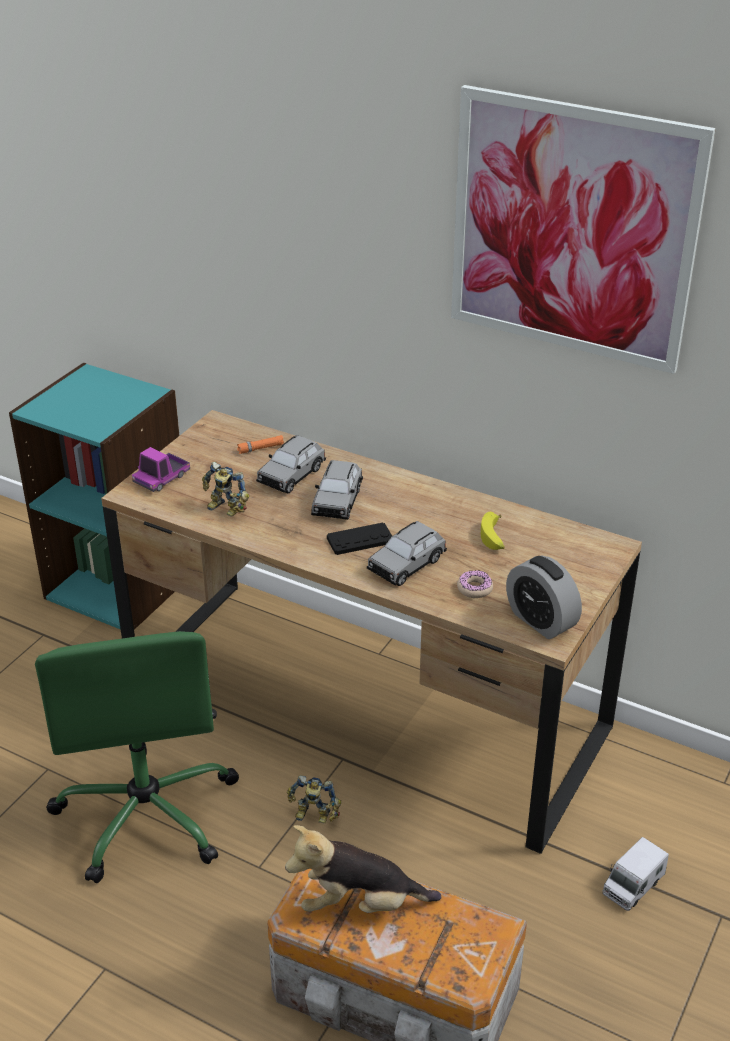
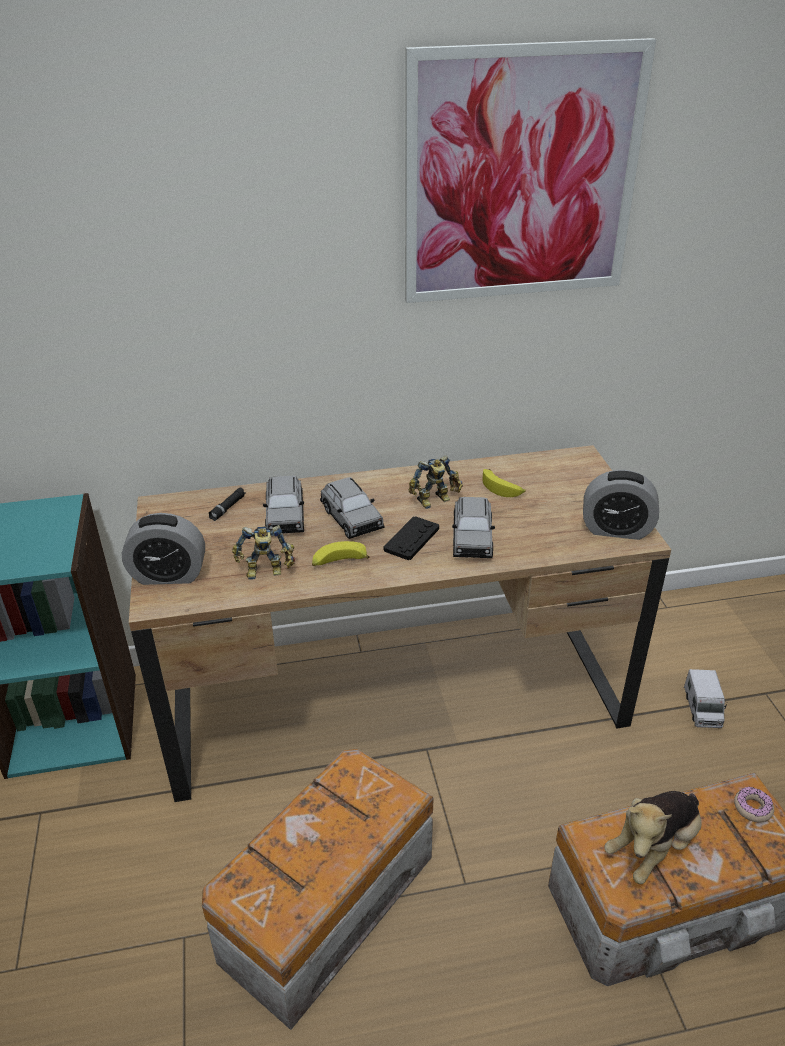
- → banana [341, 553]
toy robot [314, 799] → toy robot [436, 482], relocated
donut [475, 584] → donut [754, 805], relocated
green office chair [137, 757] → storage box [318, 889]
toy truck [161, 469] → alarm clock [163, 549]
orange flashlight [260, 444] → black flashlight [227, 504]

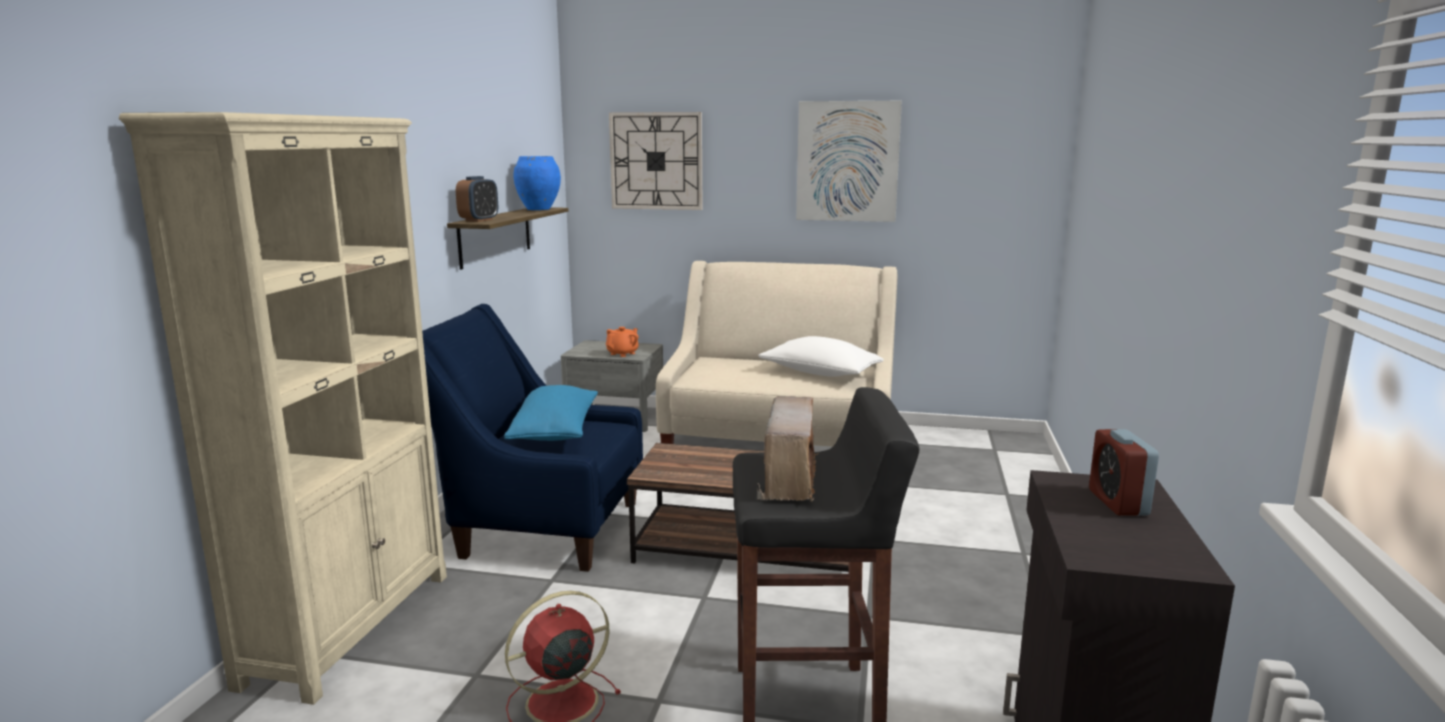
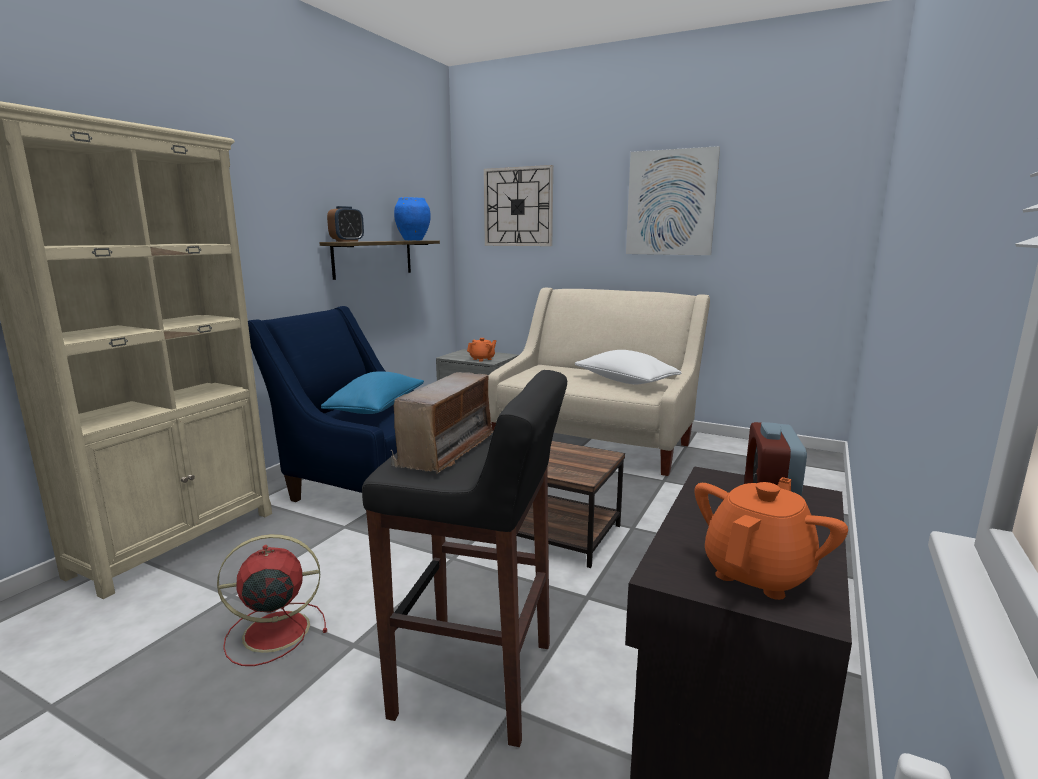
- → orange teapot [771, 538]

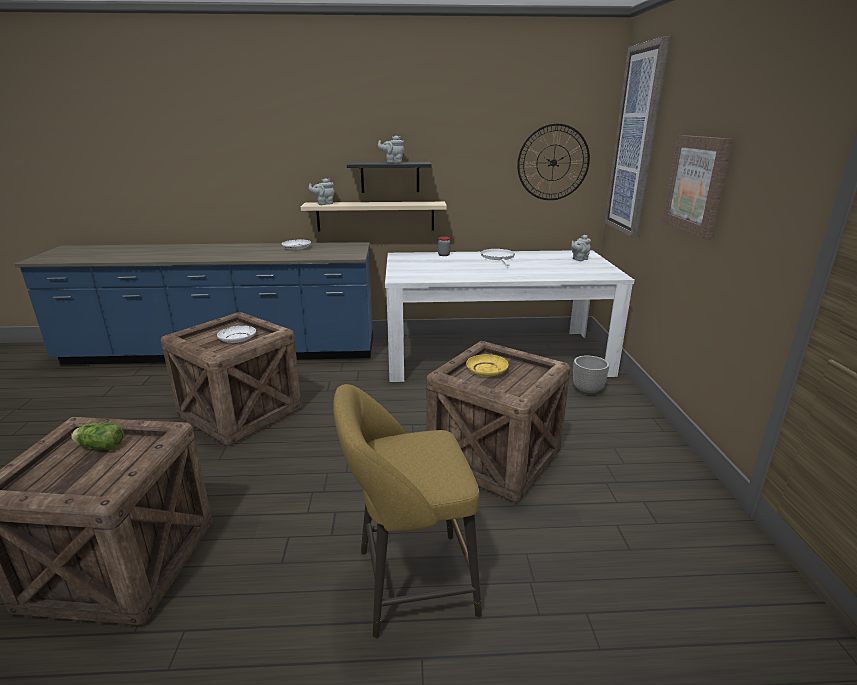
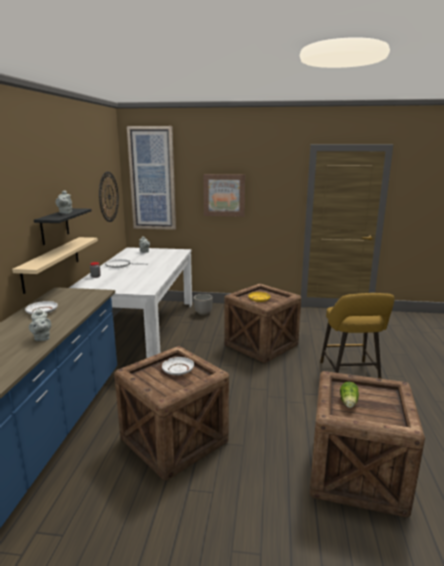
grey teapot [321, 191] → grey teapot [40, 324], relocated

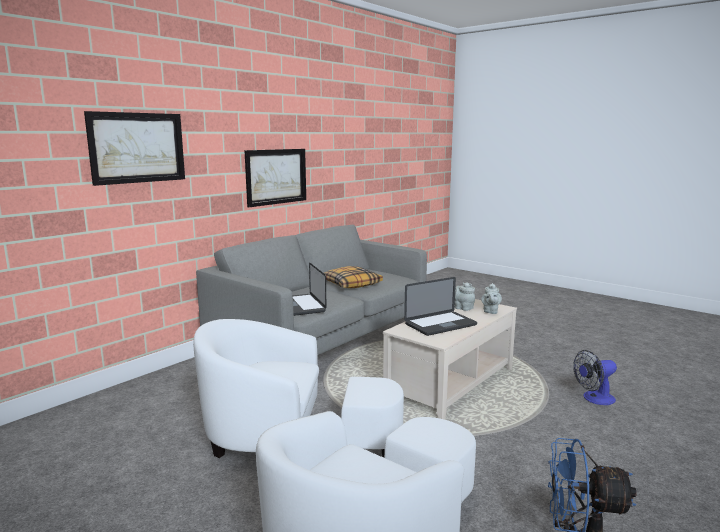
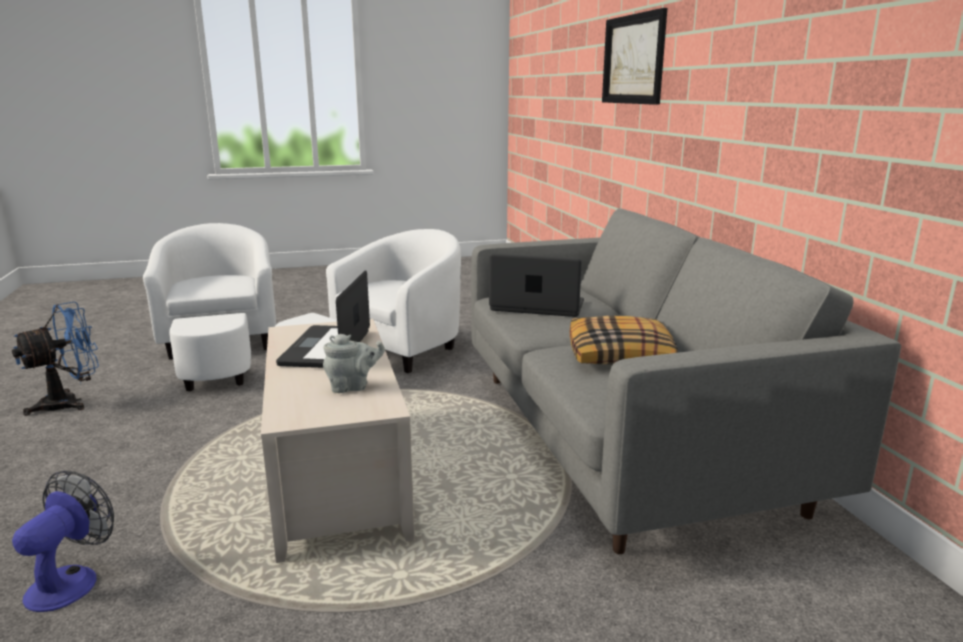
picture [275, 178] → -
grey teapot [491, 298] → -

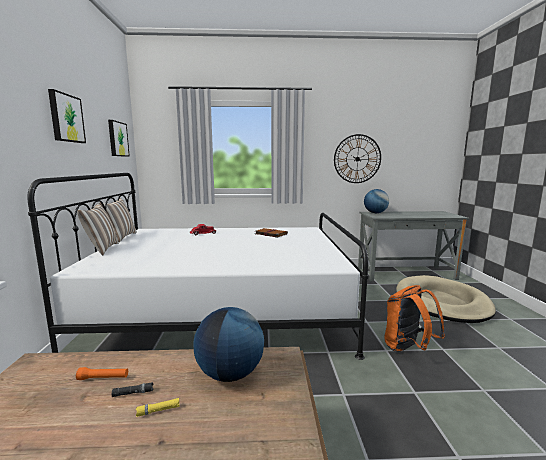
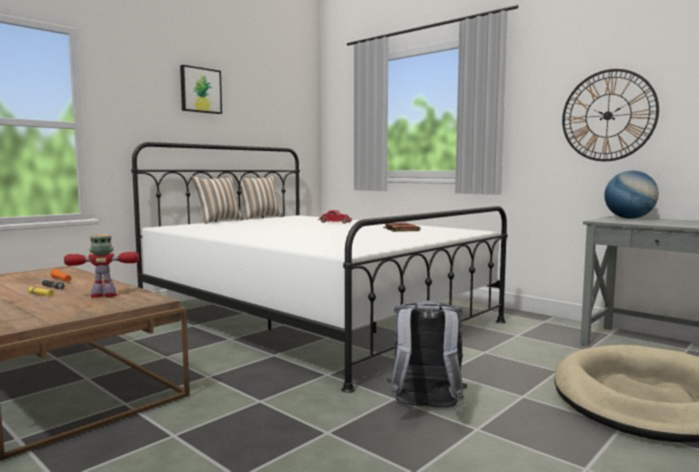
picture [119, 138] → -
globe [229, 344] → toy robot [101, 266]
orange backpack [414, 318] → grey backpack [427, 354]

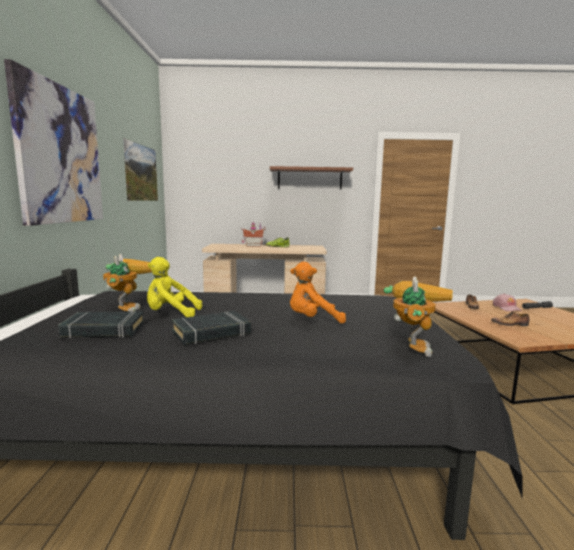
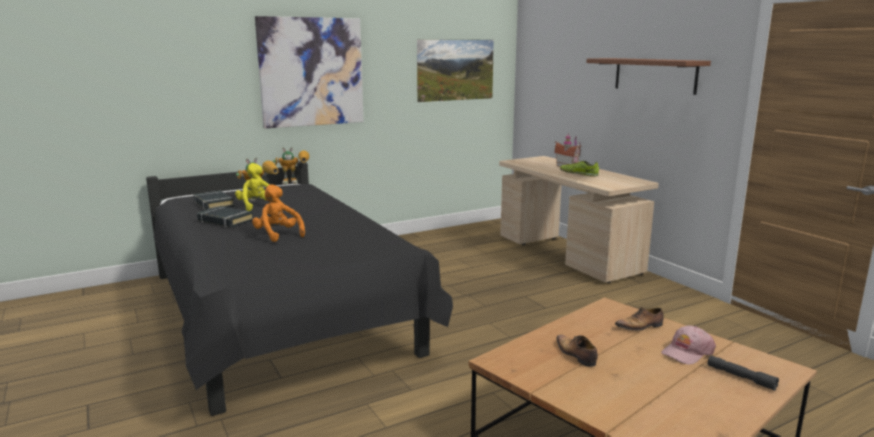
toy robot [418, 316] → toy robot [291, 166], relocated

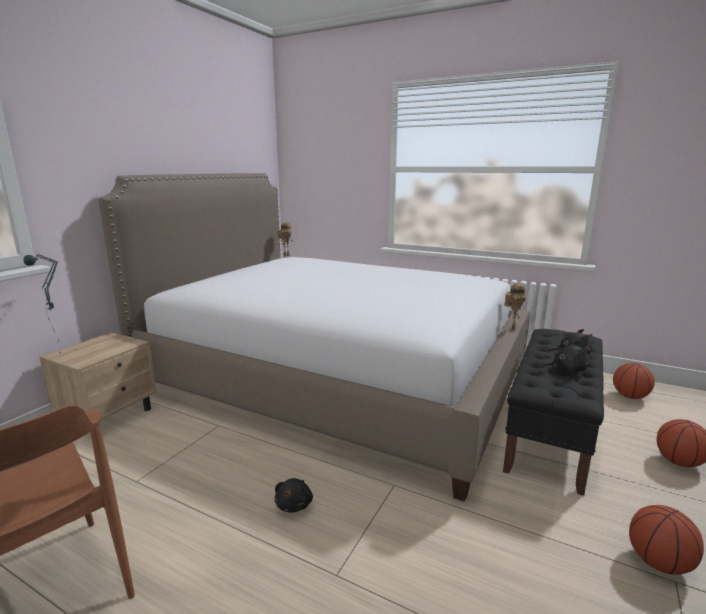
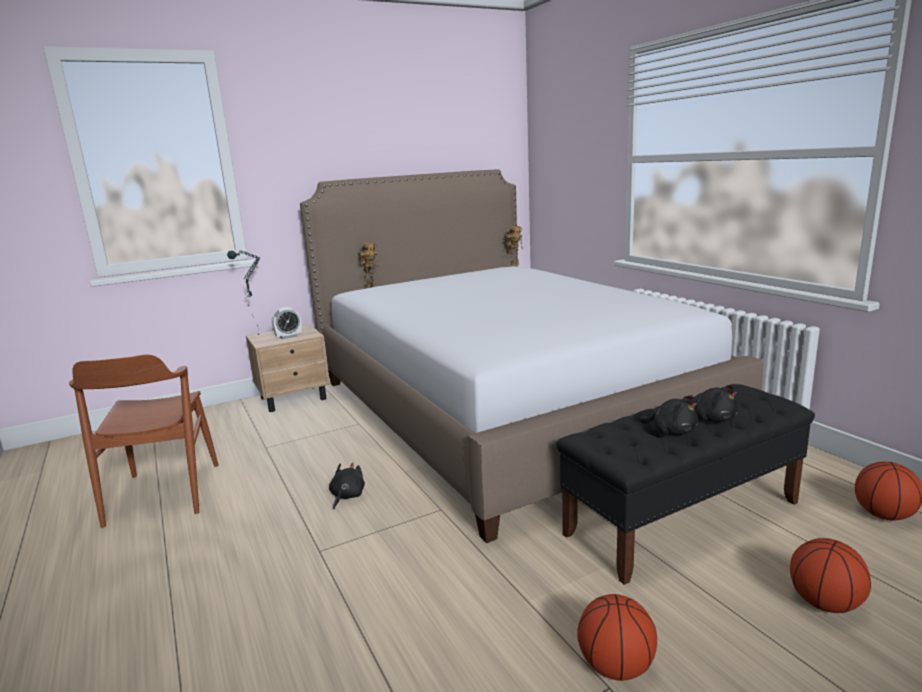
- → alarm clock [287, 323]
toy robot [515, 307] → toy robot [369, 264], relocated
black plush toy [294, 495] → black plush toy [347, 485], 150 degrees clockwise

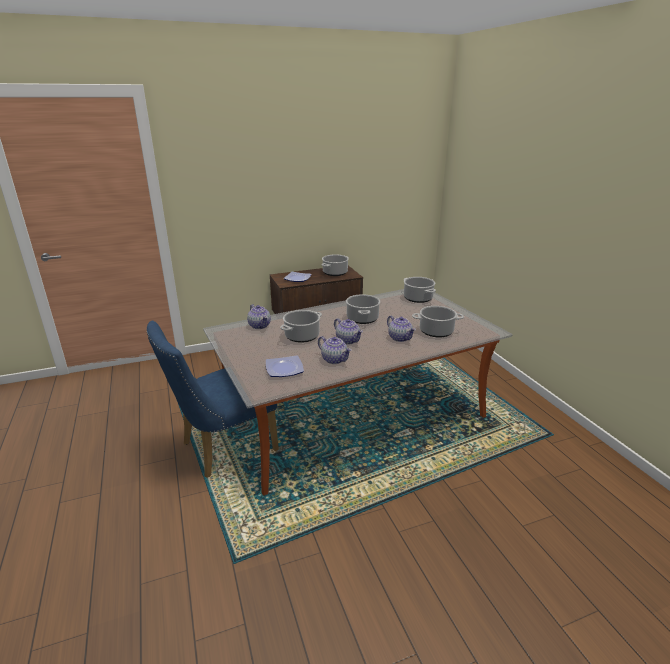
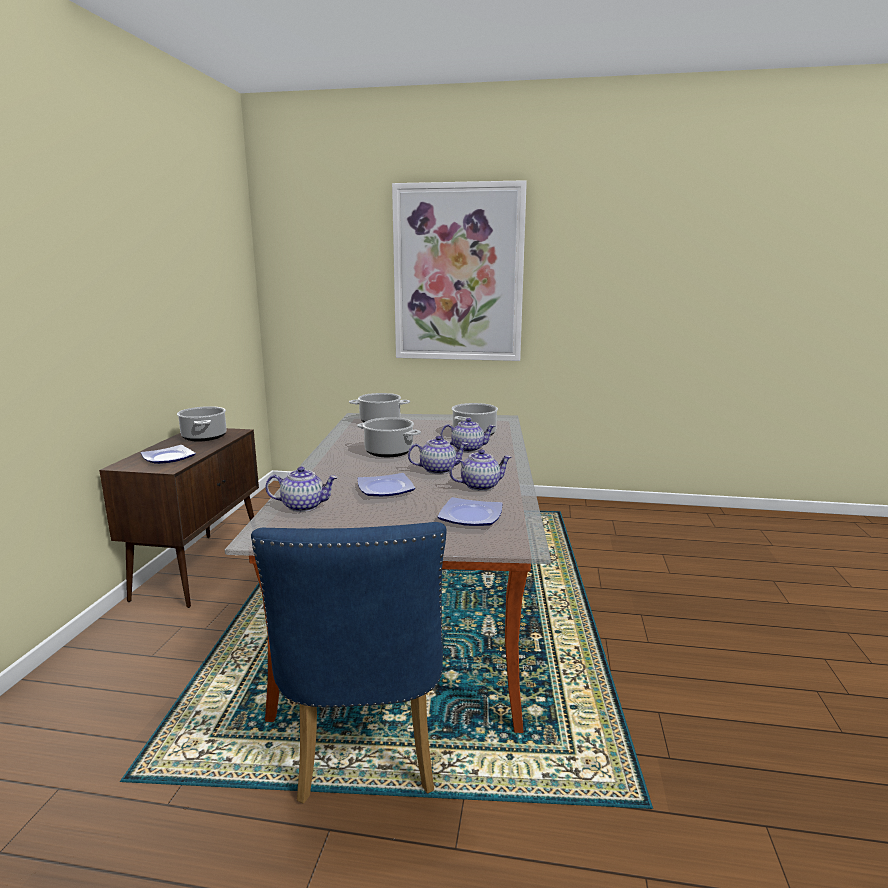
- → picture [459, 270]
cooking pot [301, 326] → plate [386, 484]

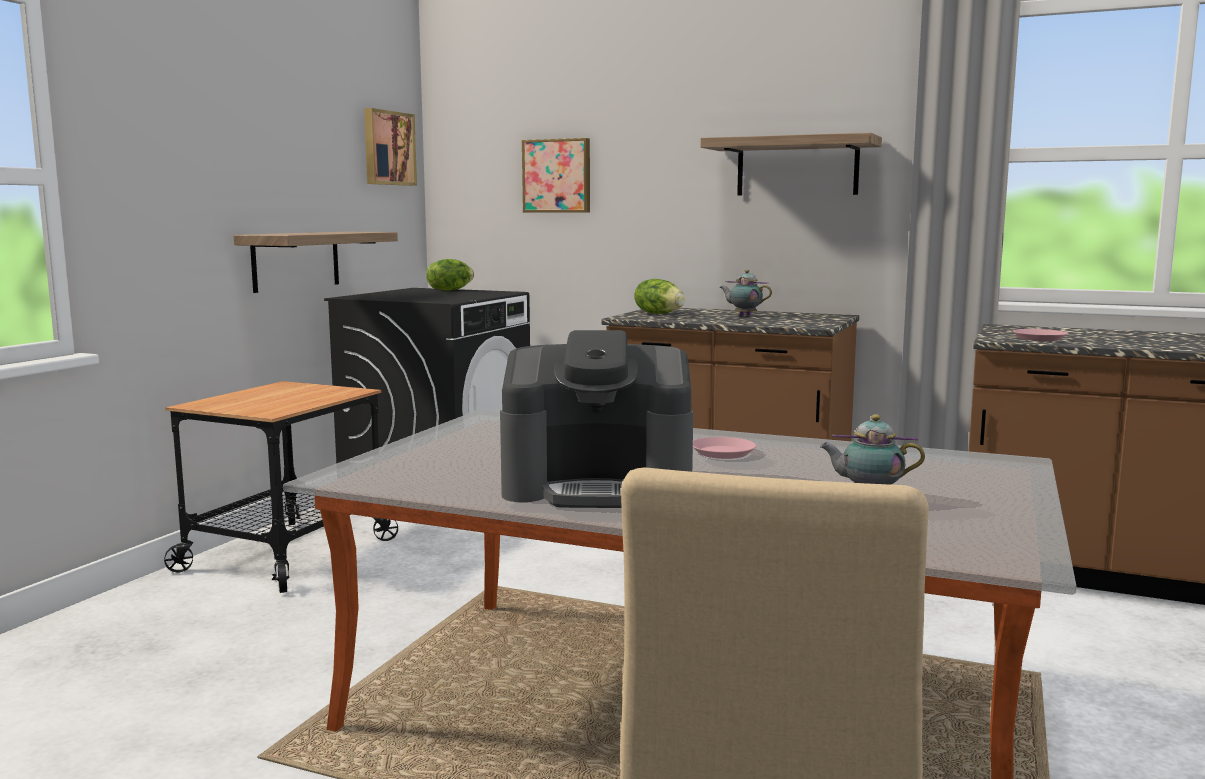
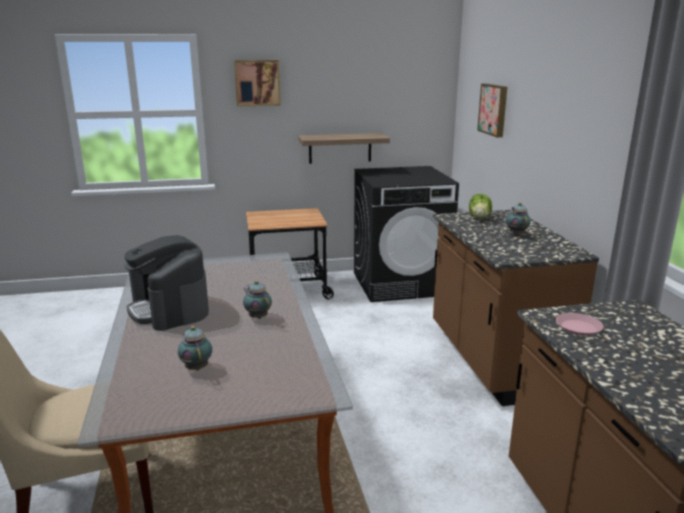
lettuce [450, 275] → -
shelf [791, 164] → -
picture [390, 147] → picture [257, 83], relocated
pink plate [724, 448] → teapot [257, 300]

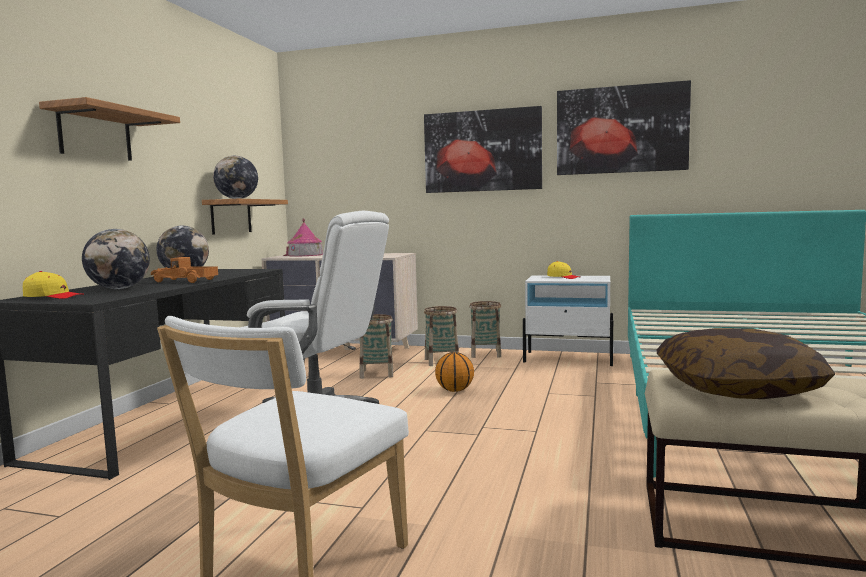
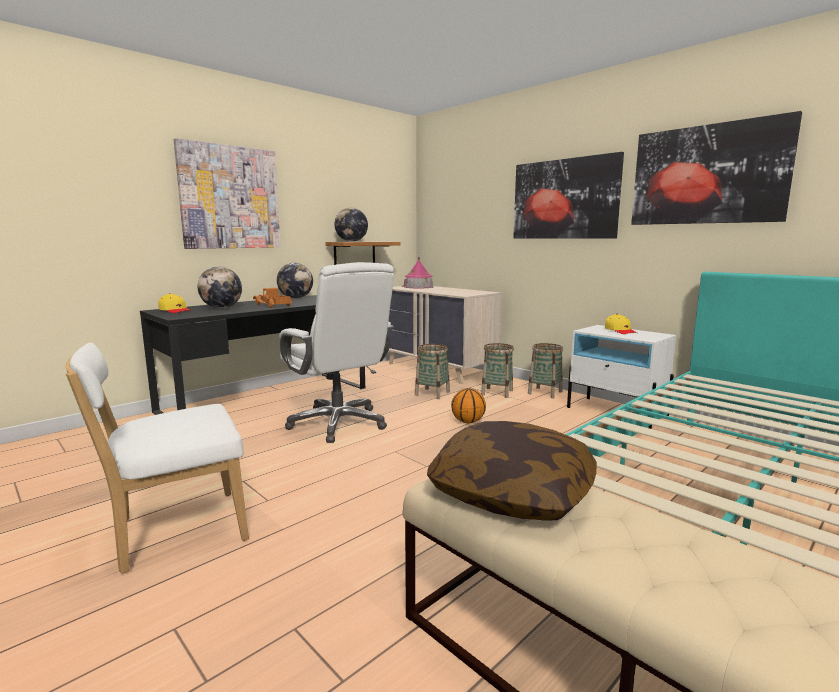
shelf [109, 129] → picture [227, 193]

